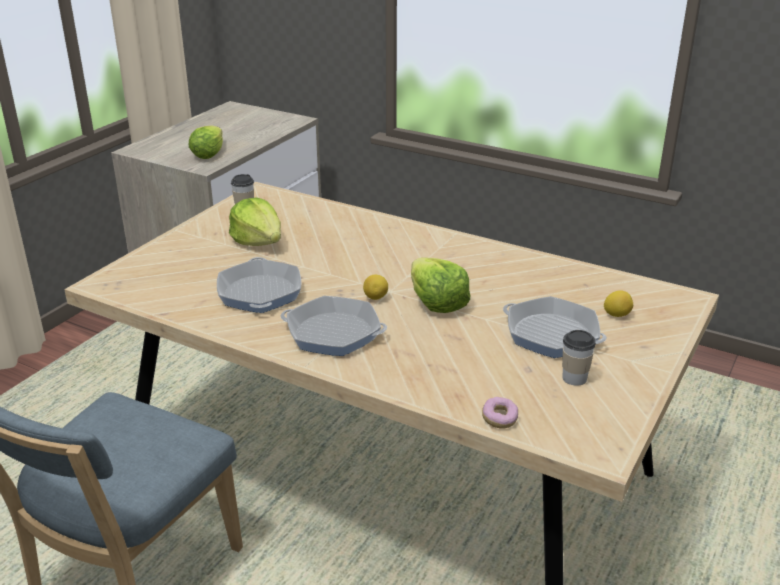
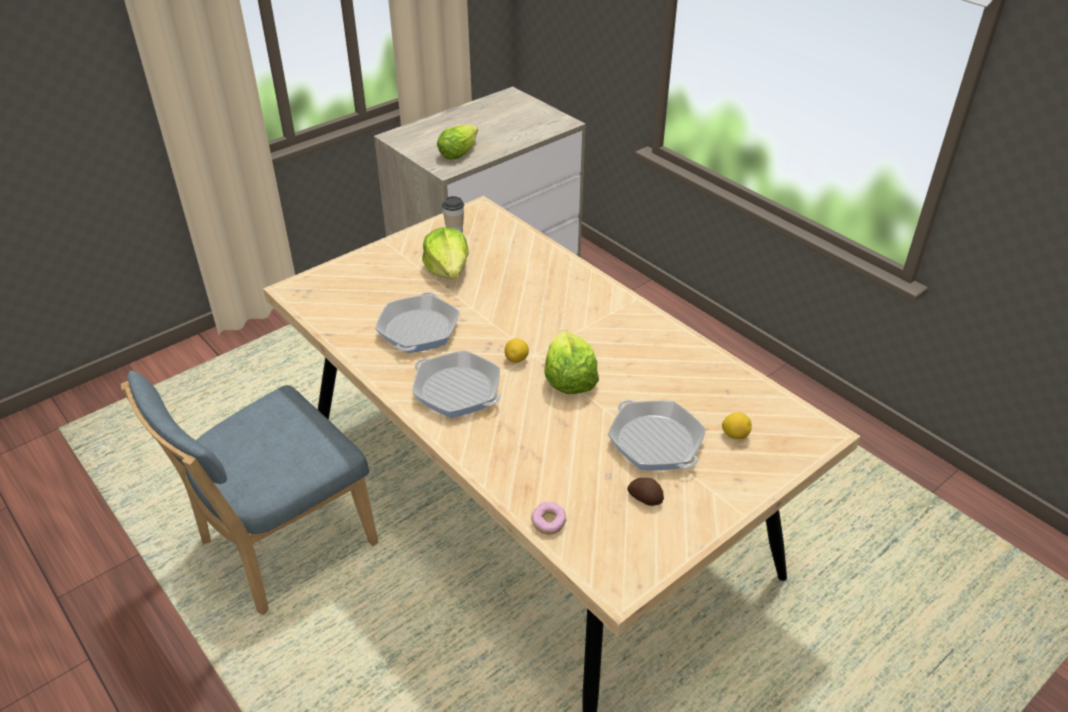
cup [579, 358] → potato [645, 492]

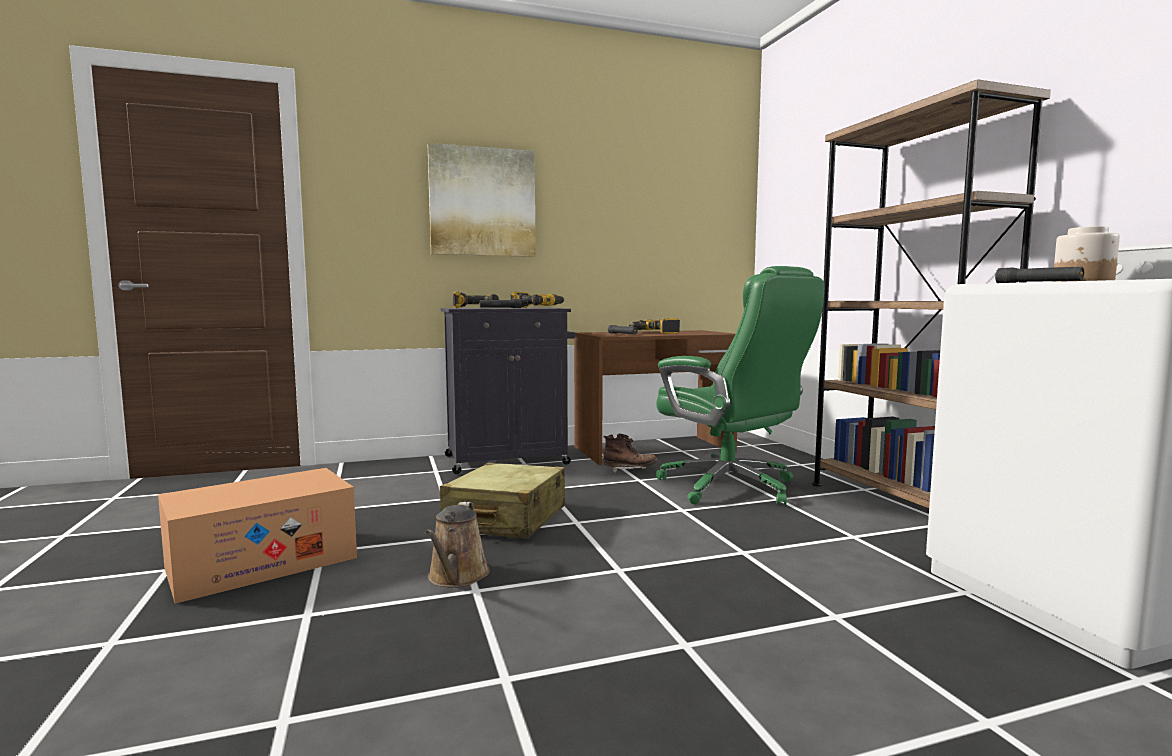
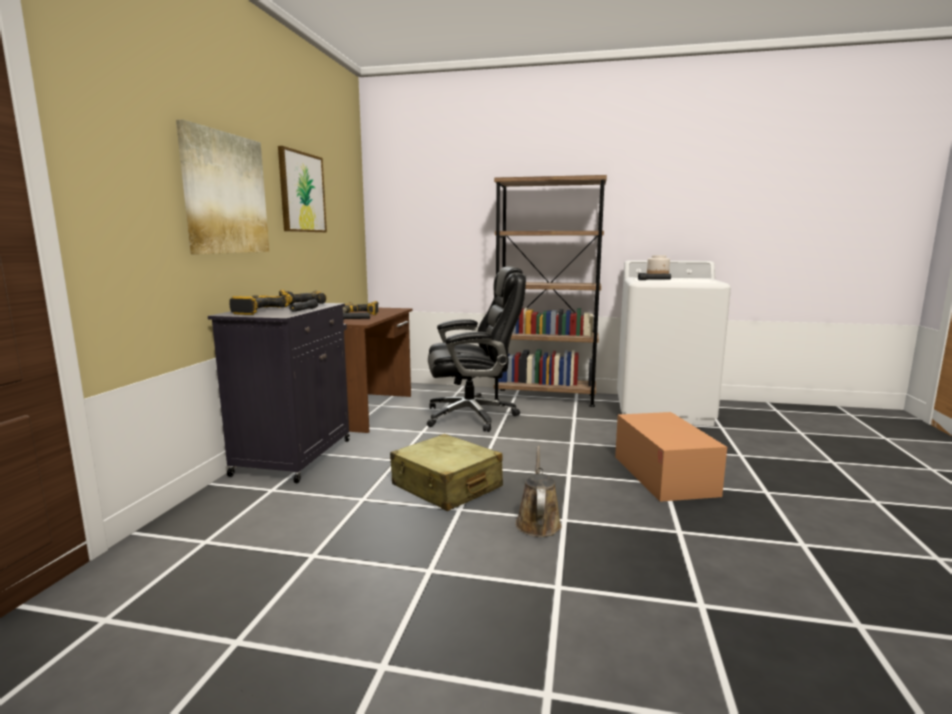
brown boot [630, 452] → -
- → picture [302, 189]
cardboard box [257, 536] → cardboard box [671, 457], relocated
green office chair [740, 385] → black office chair [476, 349]
brown watering can [457, 545] → brown watering can [538, 491], 120 degrees counterclockwise

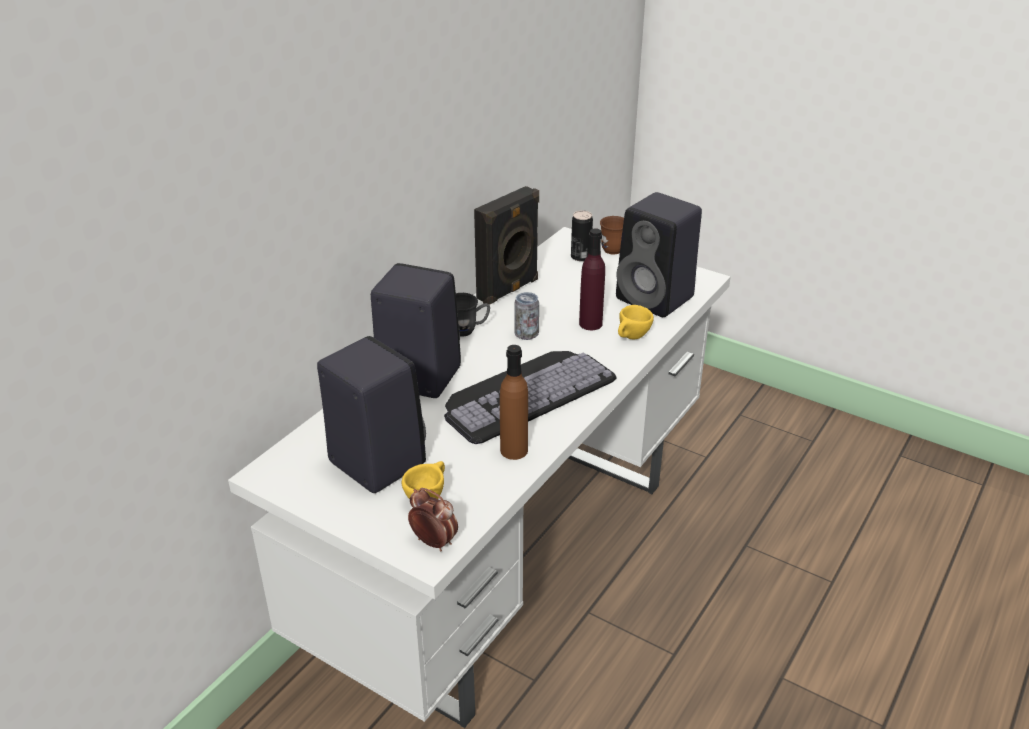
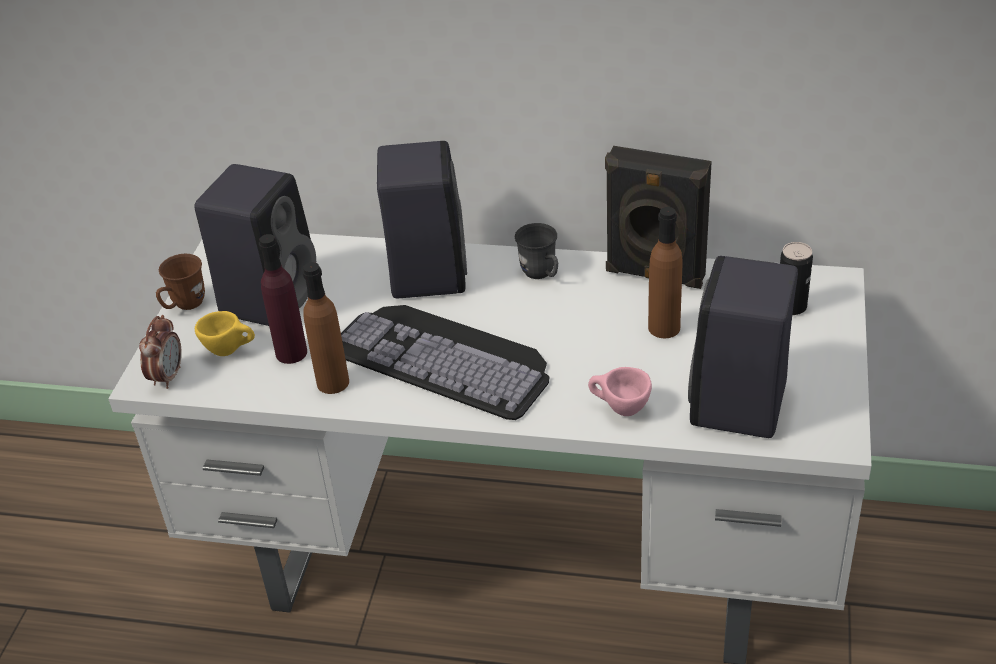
can [526, 316] → -
- → brown bottle [665, 272]
purple bottle [592, 279] → purple bottle [283, 299], relocated
brown mug [612, 235] → brown mug [180, 282], relocated
yellow cup [636, 322] → pink cup [620, 391]

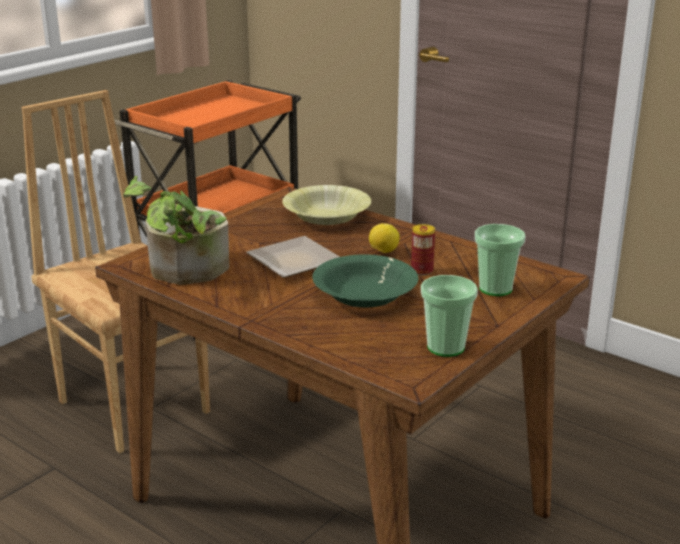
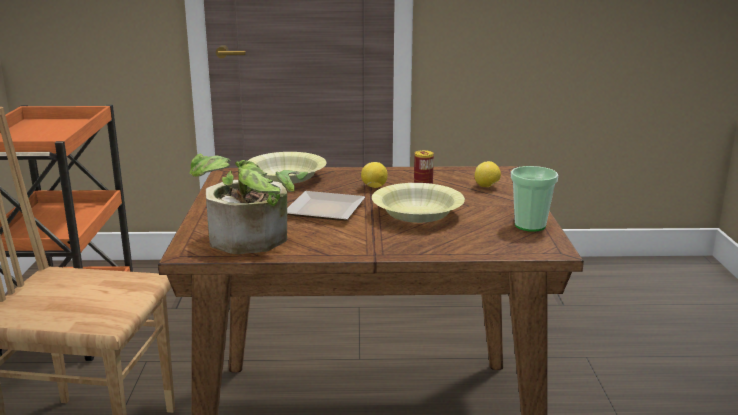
cup [500, 260] → lemon [488, 174]
green bowl [365, 280] → yellow bowl [418, 203]

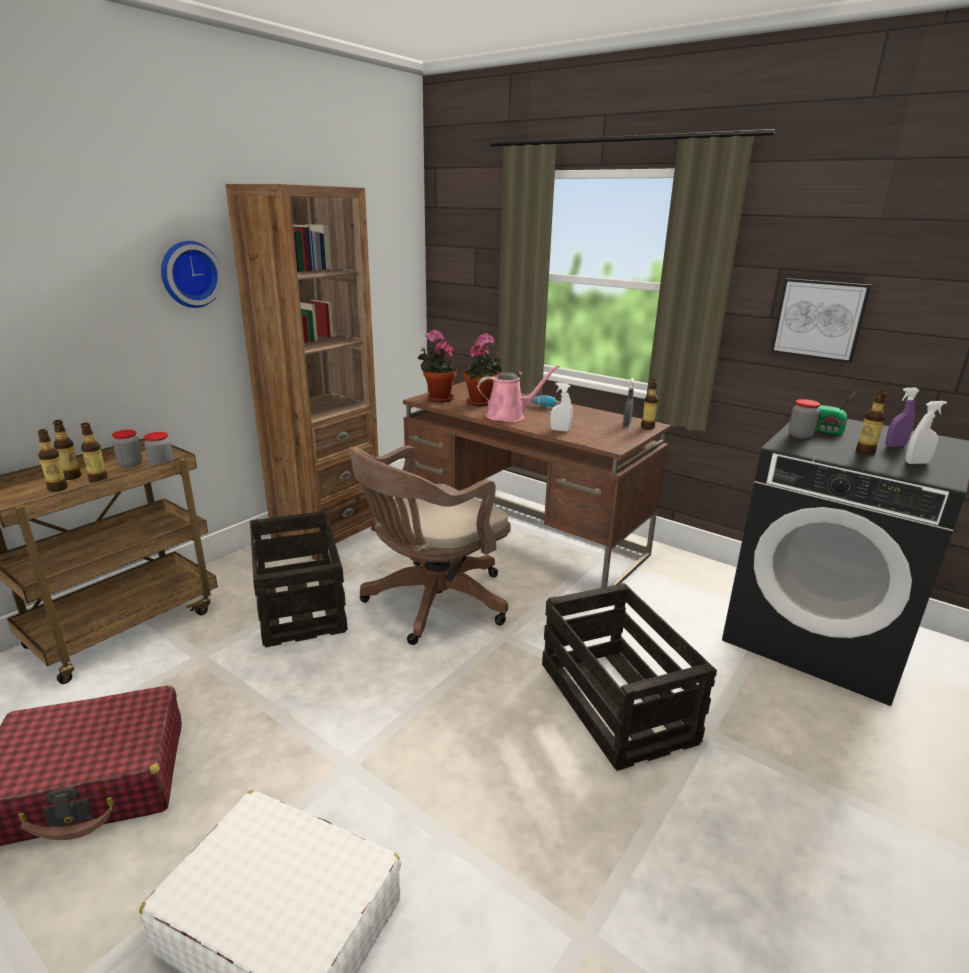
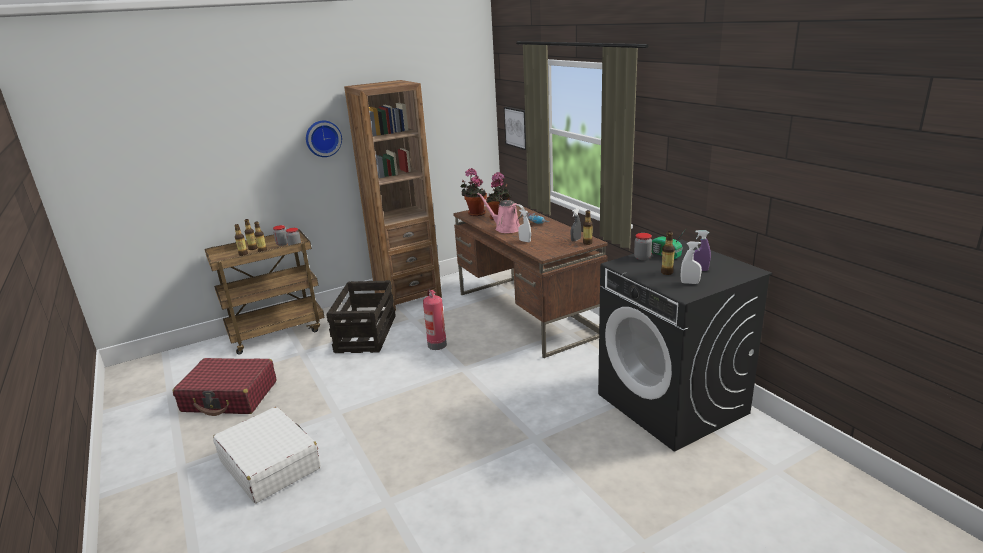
crate [629, 677] → -
picture [821, 320] → picture [515, 128], relocated
brown office chair [430, 545] → fire extinguisher [435, 319]
pink watering can [518, 393] → pink watering can [501, 213], 150 degrees counterclockwise

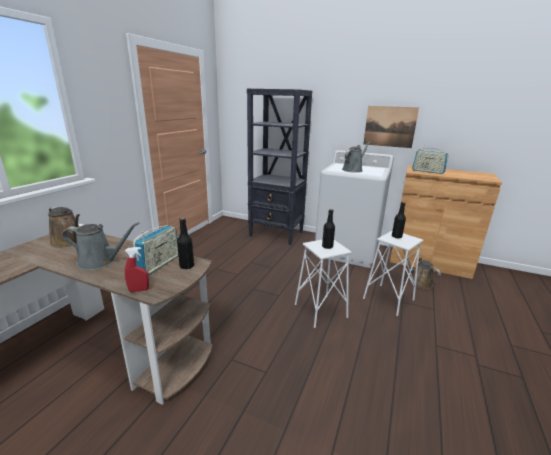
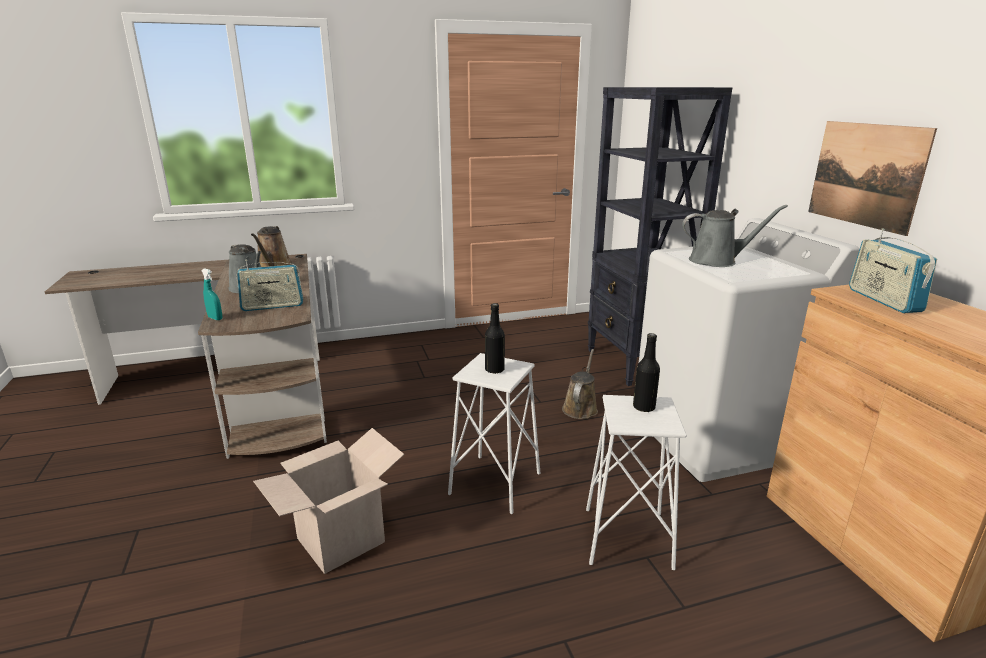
black bottle [185, 243] → -
- → cardboard box [328, 501]
brown watering can [422, 269] → brown watering can [580, 384], relocated
red spray bottle [137, 269] → turquoise spray bottle [211, 294]

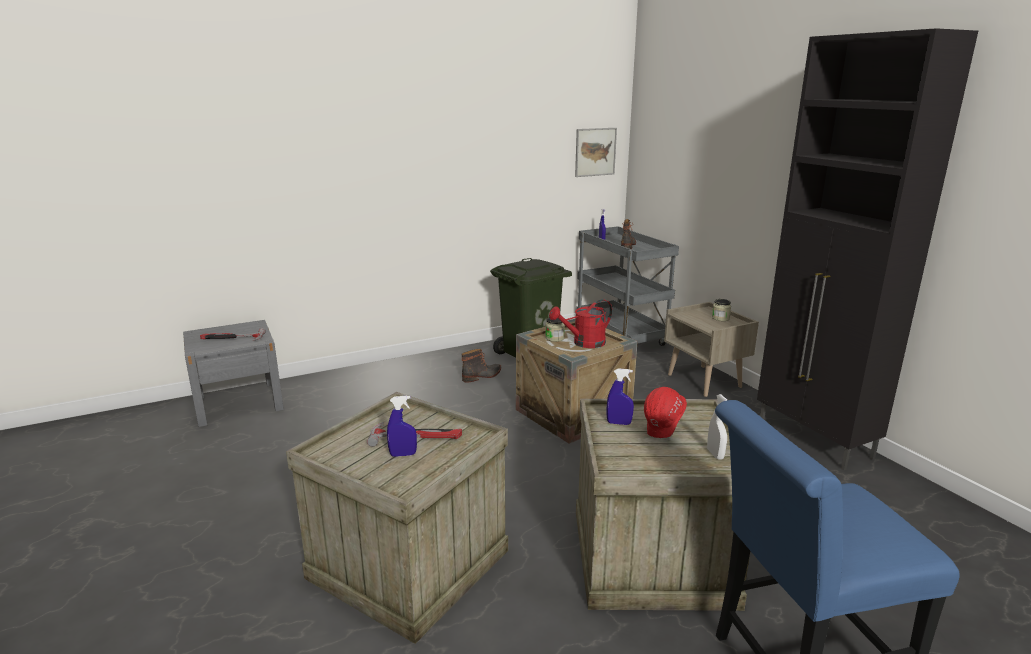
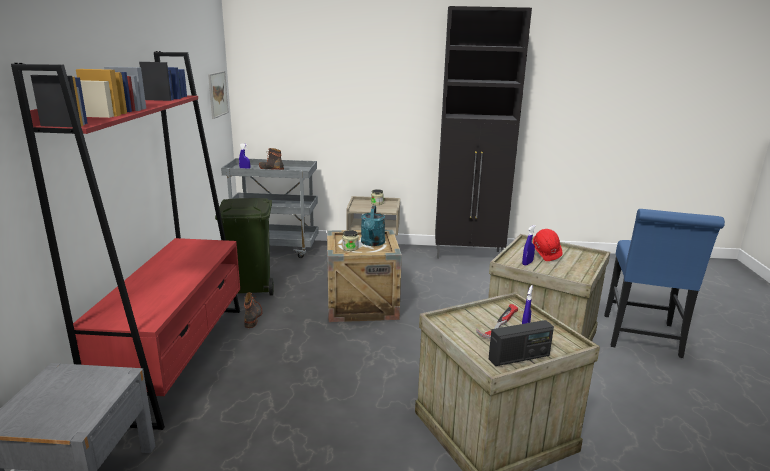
hammer [233, 334] → -
white spray bottle [717, 427] → -
- → red bookcase [125, 240]
- → radio [521, 343]
red watering can [580, 323] → turquoise watering can [373, 226]

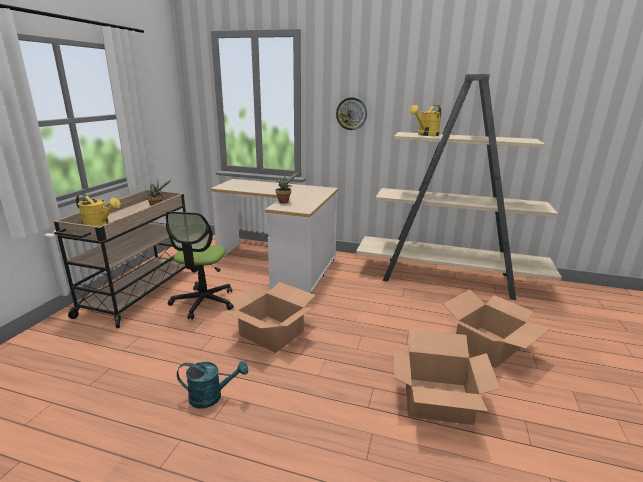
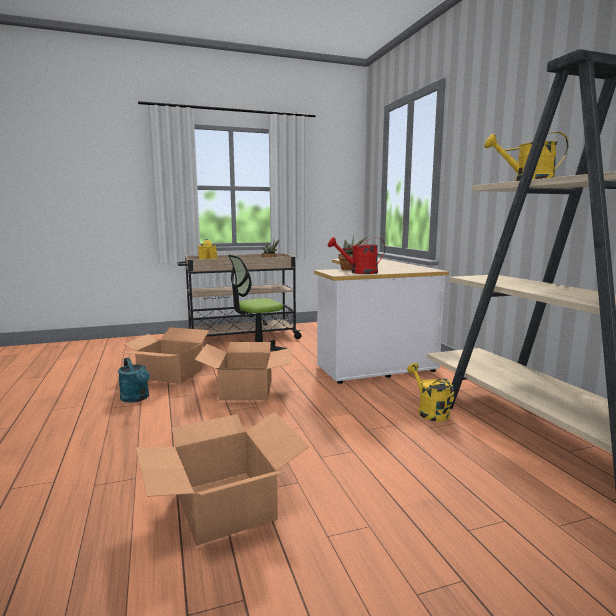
wall clock [351, 113] → -
- → red watering can [356, 255]
- → yellow watering can [430, 392]
cardboard box [496, 329] → cardboard box [165, 355], relocated

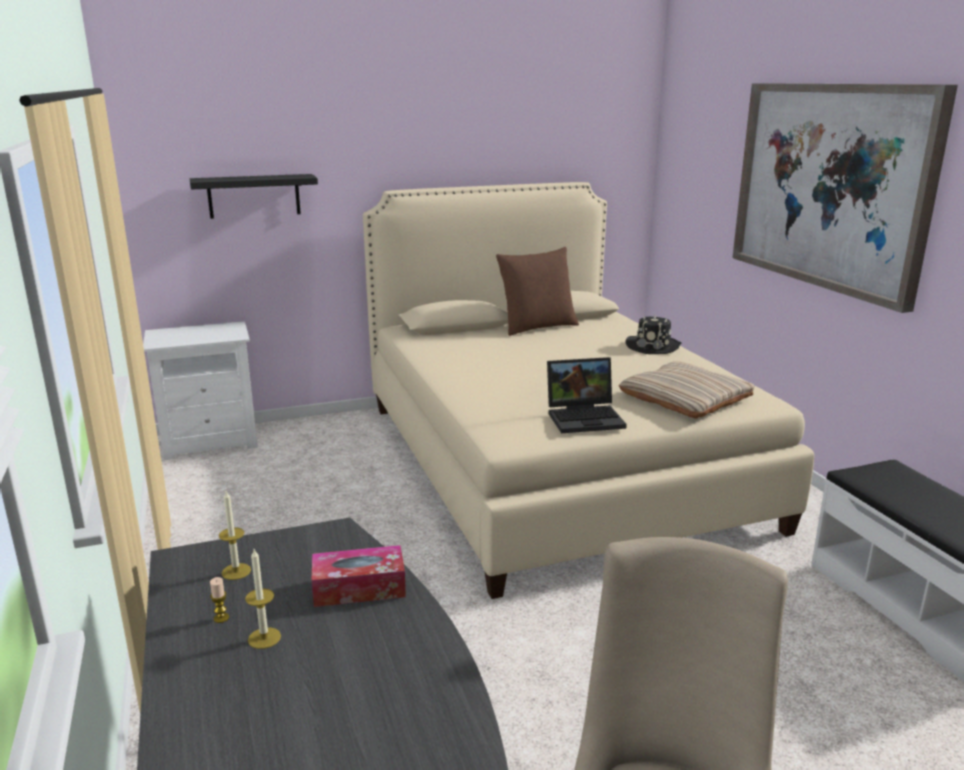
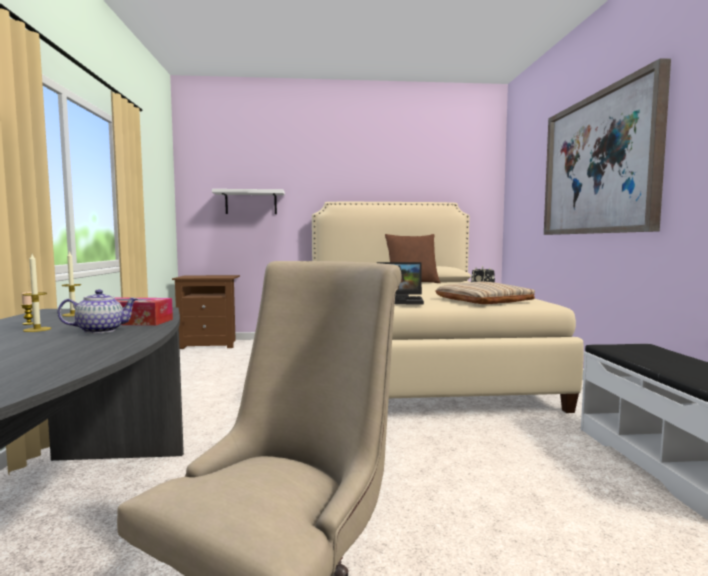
- → teapot [97, 311]
white nightstand [200, 390] → brown nightstand [206, 312]
black shelf [254, 196] → white shelf [248, 201]

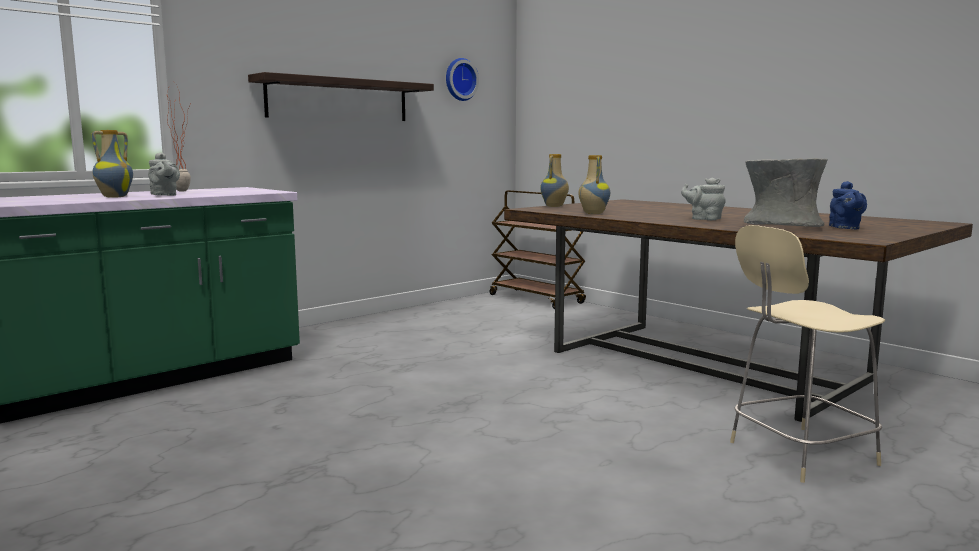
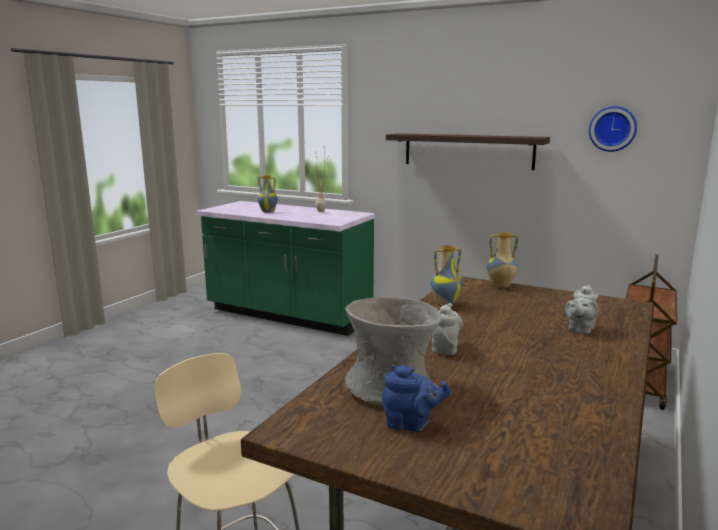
grey teapot [164, 174] → grey teapot [582, 309], relocated
blue teapot [848, 205] → blue teapot [416, 398], 150 degrees counterclockwise

